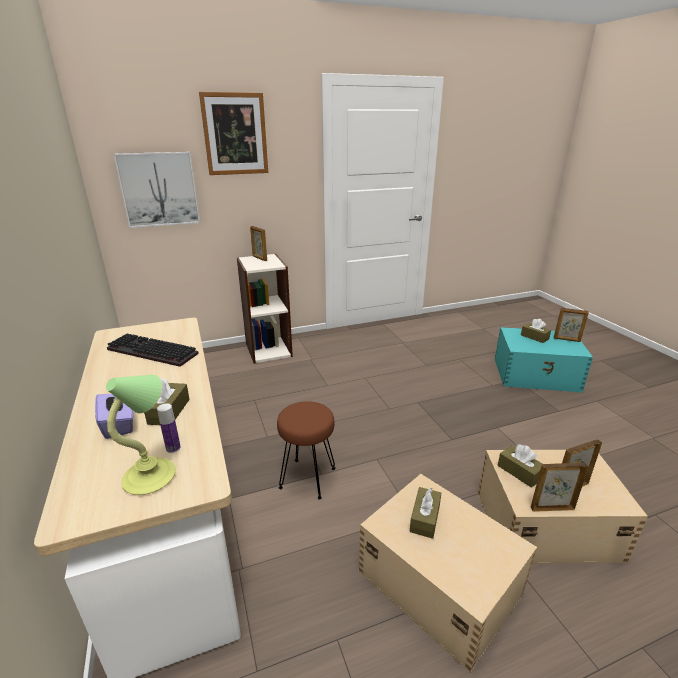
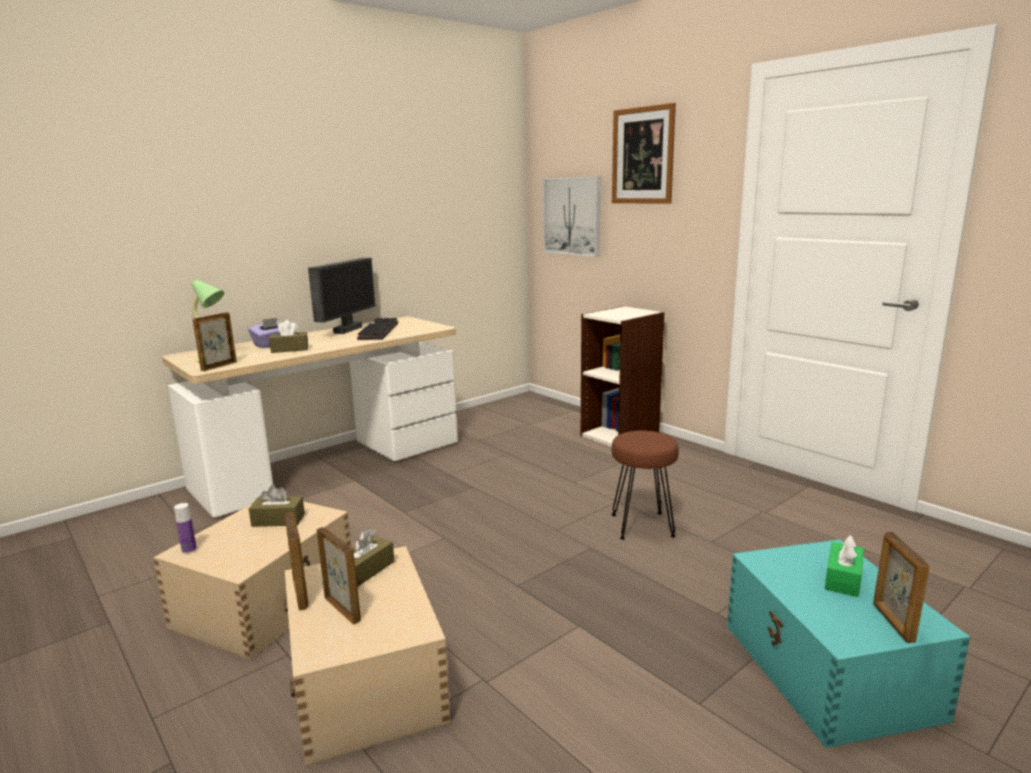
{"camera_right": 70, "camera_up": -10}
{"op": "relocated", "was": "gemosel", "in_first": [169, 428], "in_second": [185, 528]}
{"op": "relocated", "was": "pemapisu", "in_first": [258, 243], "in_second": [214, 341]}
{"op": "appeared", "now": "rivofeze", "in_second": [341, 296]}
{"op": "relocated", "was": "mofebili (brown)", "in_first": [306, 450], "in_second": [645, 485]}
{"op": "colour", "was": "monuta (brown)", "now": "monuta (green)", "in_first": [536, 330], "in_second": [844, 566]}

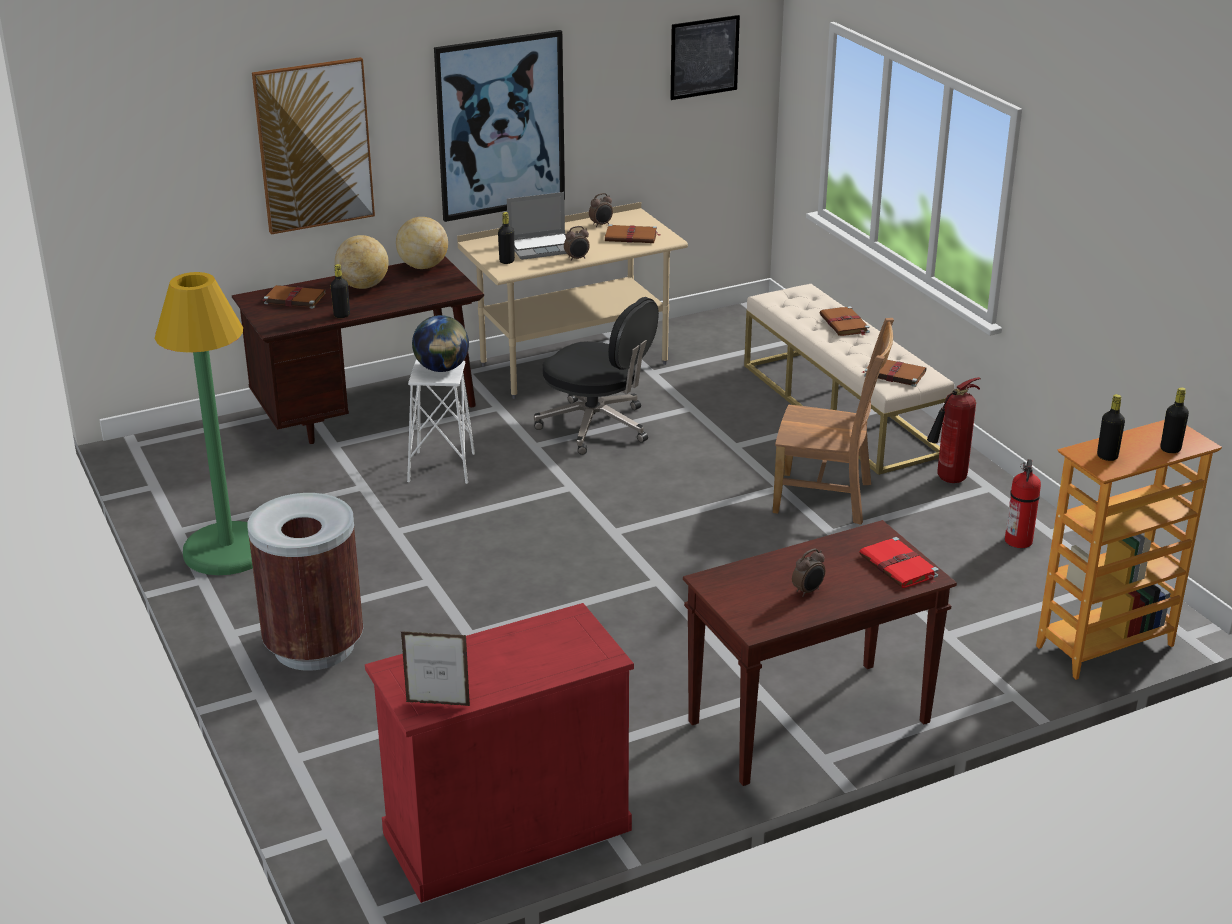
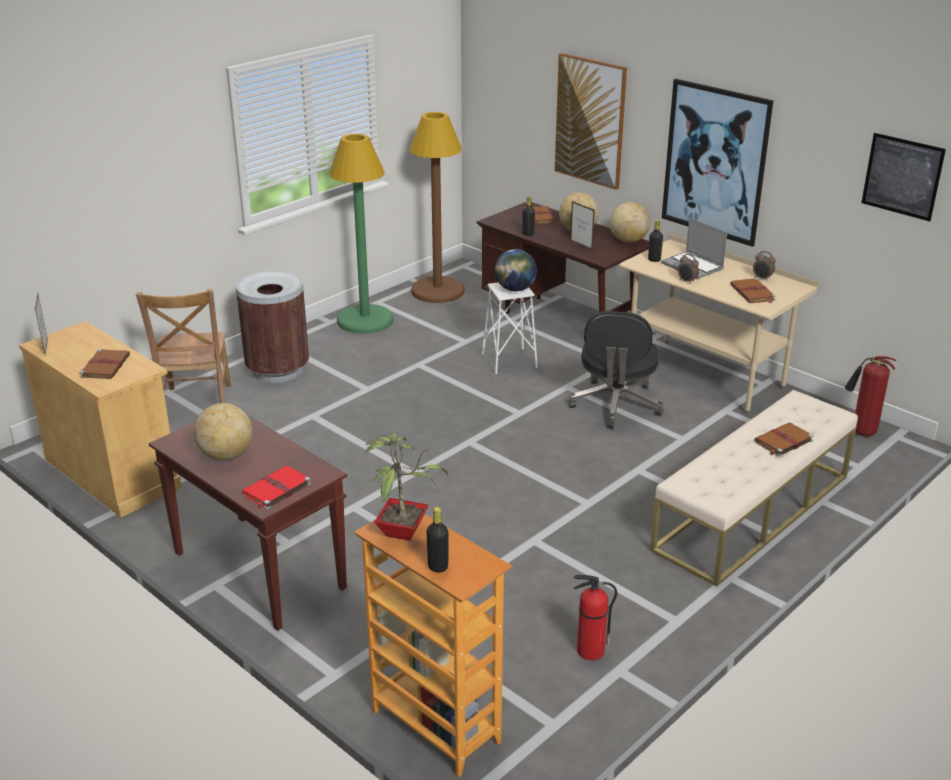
{"camera_right": 70, "camera_up": 0}
{"op": "colour", "was": "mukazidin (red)", "now": "mukazidin (beige)", "in_first": [499, 753], "in_second": [100, 419]}
{"op": "relocated", "was": "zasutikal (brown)", "in_first": [893, 373], "in_second": [104, 364]}
{"op": "relocated", "was": "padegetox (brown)", "in_first": [833, 421], "in_second": [183, 346]}
{"op": "exchanged", "was": "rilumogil", "now": "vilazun", "in_first": [808, 573], "in_second": [223, 431]}
{"op": "exchanged", "was": "gemosel (black)", "now": "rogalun", "in_first": [1111, 427], "in_second": [406, 487]}
{"op": "appeared", "now": "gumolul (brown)", "in_second": [437, 207]}
{"op": "appeared", "now": "pemapisu", "in_second": [582, 225]}
{"op": "relocated", "was": "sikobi", "in_first": [954, 430], "in_second": [870, 396]}

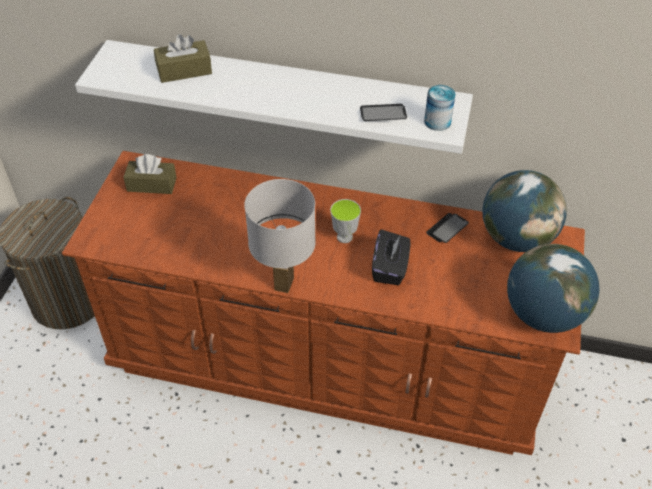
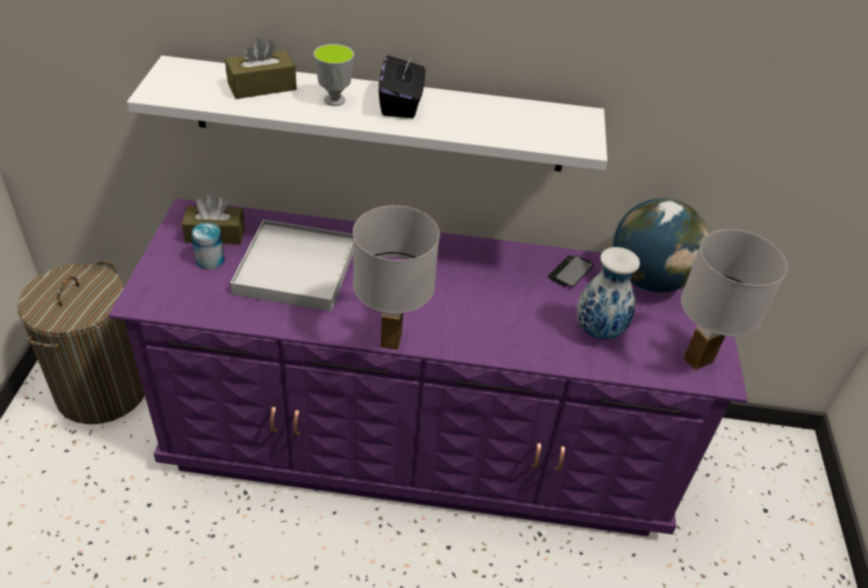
{"camera_right": -10, "camera_up": -5}
{"op": "colour", "was": "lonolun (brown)", "now": "lonolun (purple)", "in_first": [323, 303], "in_second": [428, 367]}
{"op": "relocated", "was": "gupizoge", "in_first": [440, 108], "in_second": [208, 246]}
{"op": "appeared", "now": "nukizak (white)", "in_second": [291, 265]}
{"op": "relocated", "was": "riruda", "in_first": [345, 221], "in_second": [334, 75]}
{"op": "relocated", "was": "monuta (black)", "in_first": [391, 257], "in_second": [402, 86]}
{"op": "appeared", "now": "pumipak", "in_second": [608, 293]}
{"op": "exchanged", "was": "vilazun", "now": "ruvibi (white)", "in_first": [553, 288], "in_second": [734, 299]}
{"op": "missing", "was": "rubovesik", "in_first": [383, 112]}

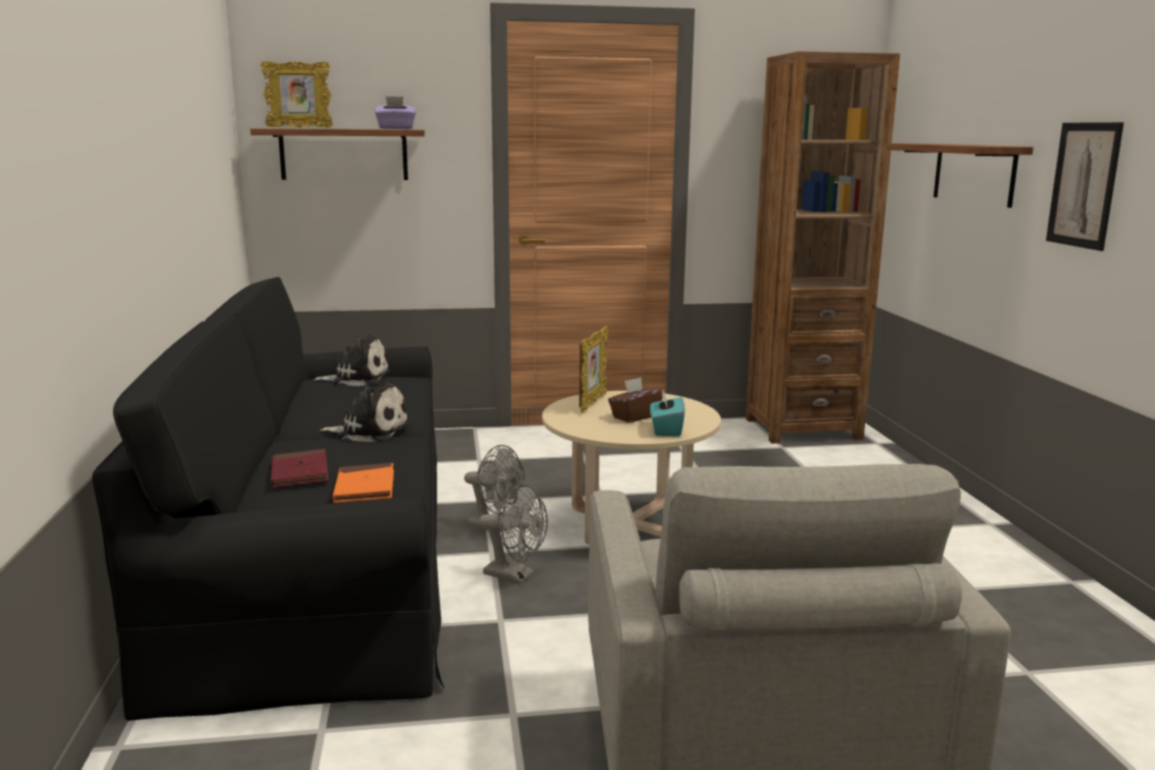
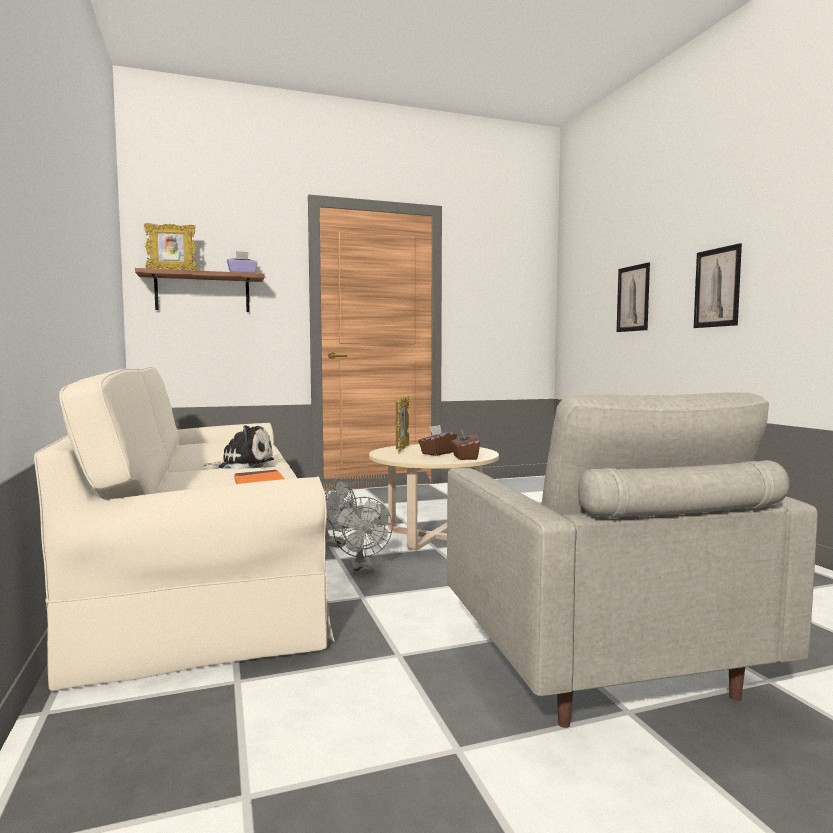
{"camera_right": -10, "camera_up": -10}
{"op": "colour", "was": "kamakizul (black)", "now": "kamakizul (beige)", "in_first": [268, 499], "in_second": [184, 529]}
{"op": "spun", "was": "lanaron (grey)", "in_first": [513, 534], "in_second": [363, 536], "clockwise": 60}
{"op": "colour", "was": "monuta (turquoise)", "now": "monuta (brown)", "in_first": [667, 413], "in_second": [465, 445]}
{"op": "exchanged", "was": "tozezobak", "now": "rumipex", "in_first": [960, 175], "in_second": [633, 297]}
{"op": "missing", "was": "zasutikal (red)", "in_first": [300, 468]}
{"op": "missing", "was": "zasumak", "in_first": [351, 360]}
{"op": "missing", "was": "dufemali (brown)", "in_first": [823, 247]}

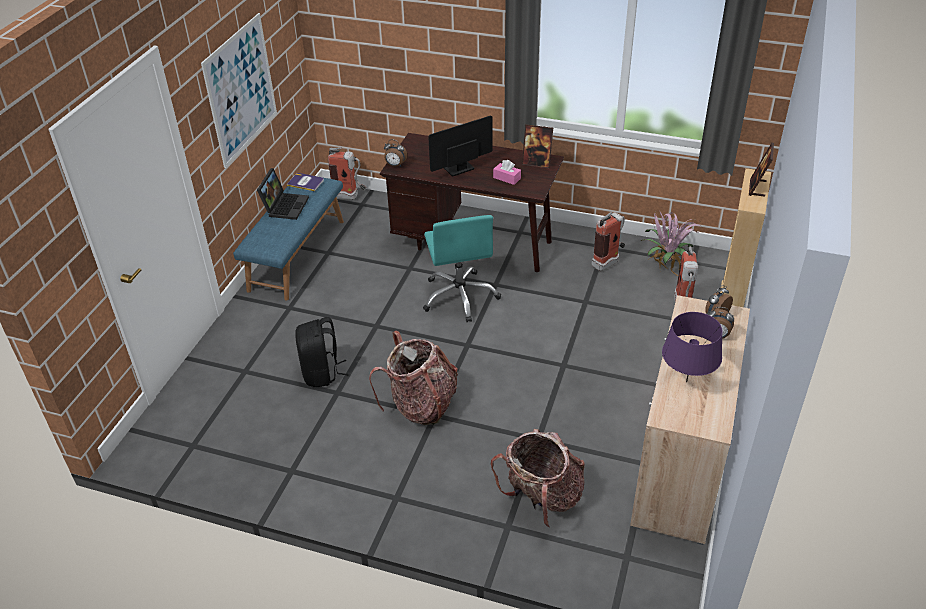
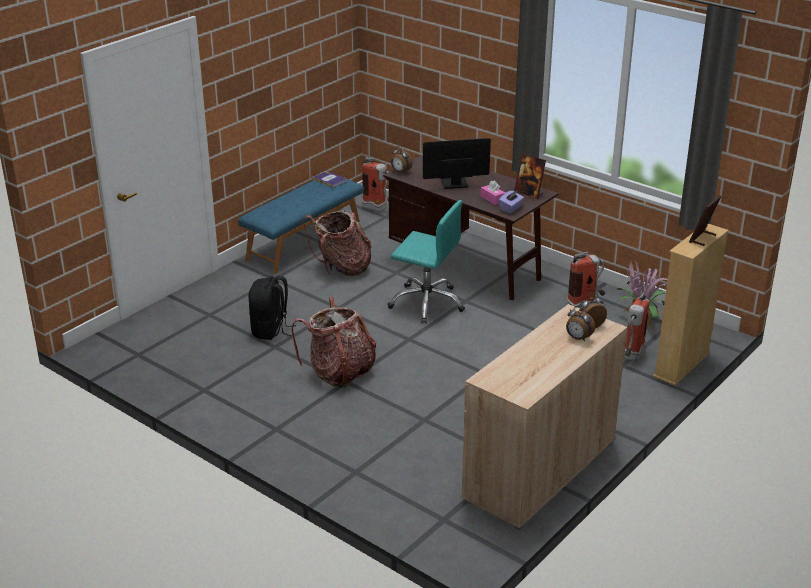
{"camera_right": 20, "camera_up": -10}
{"op": "relocated", "was": "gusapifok", "in_first": [537, 478], "in_second": [337, 243]}
{"op": "spun", "was": "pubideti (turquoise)", "in_first": [462, 268], "in_second": [426, 262], "clockwise": -75}
{"op": "appeared", "now": "monuta (purple)", "in_second": [511, 201]}
{"op": "missing", "was": "rumipex", "in_first": [239, 90]}
{"op": "missing", "was": "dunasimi", "in_first": [283, 194]}
{"op": "missing", "was": "ruvibi (purple)", "in_first": [692, 347]}

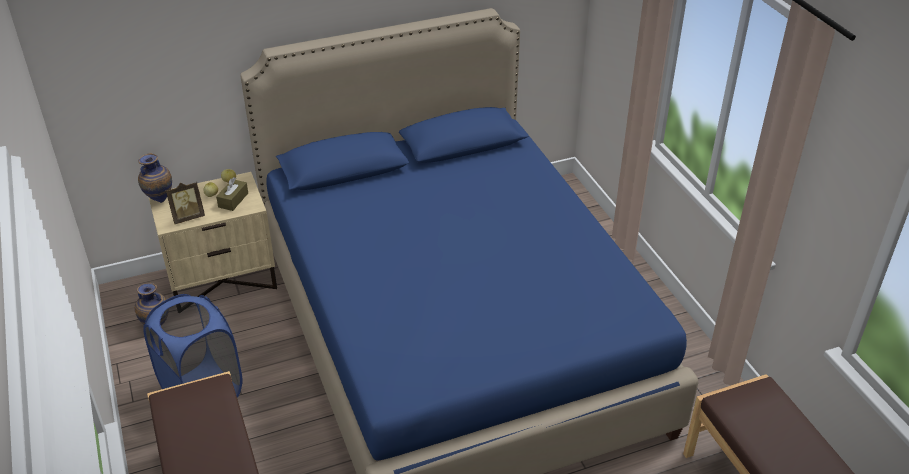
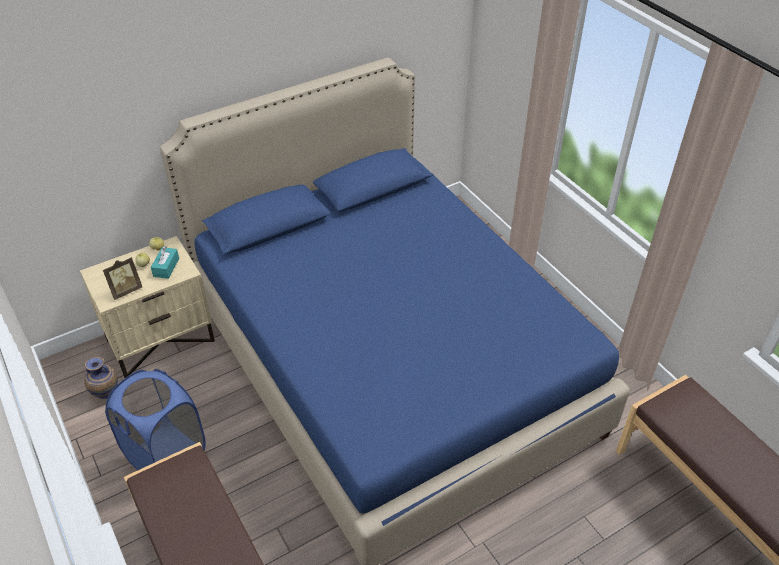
{"camera_right": -10, "camera_up": 5}
{"op": "colour", "was": "monuta (brown)", "now": "monuta (turquoise)", "in_first": [232, 194], "in_second": [165, 262]}
{"op": "missing", "was": "pumipak", "in_first": [155, 178]}

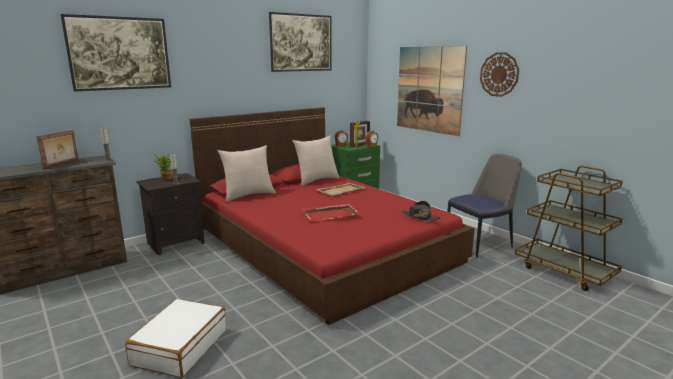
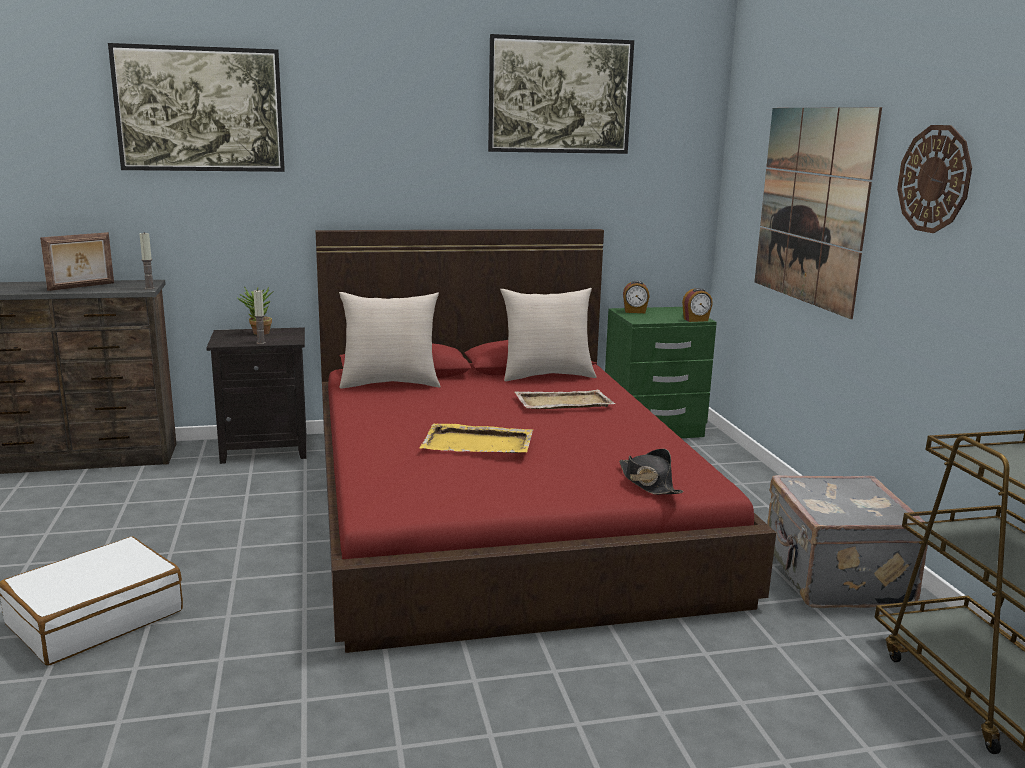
{"camera_right": 25, "camera_up": 0}
{"op": "colour", "was": "nukizak (red)", "now": "nukizak (yellow)", "in_first": [331, 212], "in_second": [476, 438]}
{"op": "exchanged", "was": "padegetox", "now": "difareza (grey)", "in_first": [485, 206], "in_second": [847, 541]}
{"op": "missing", "was": "pemapisu", "in_first": [360, 133]}

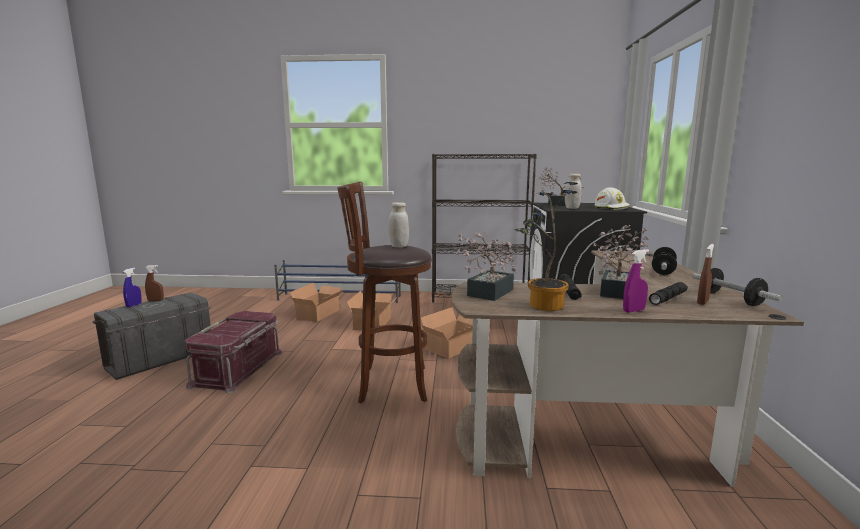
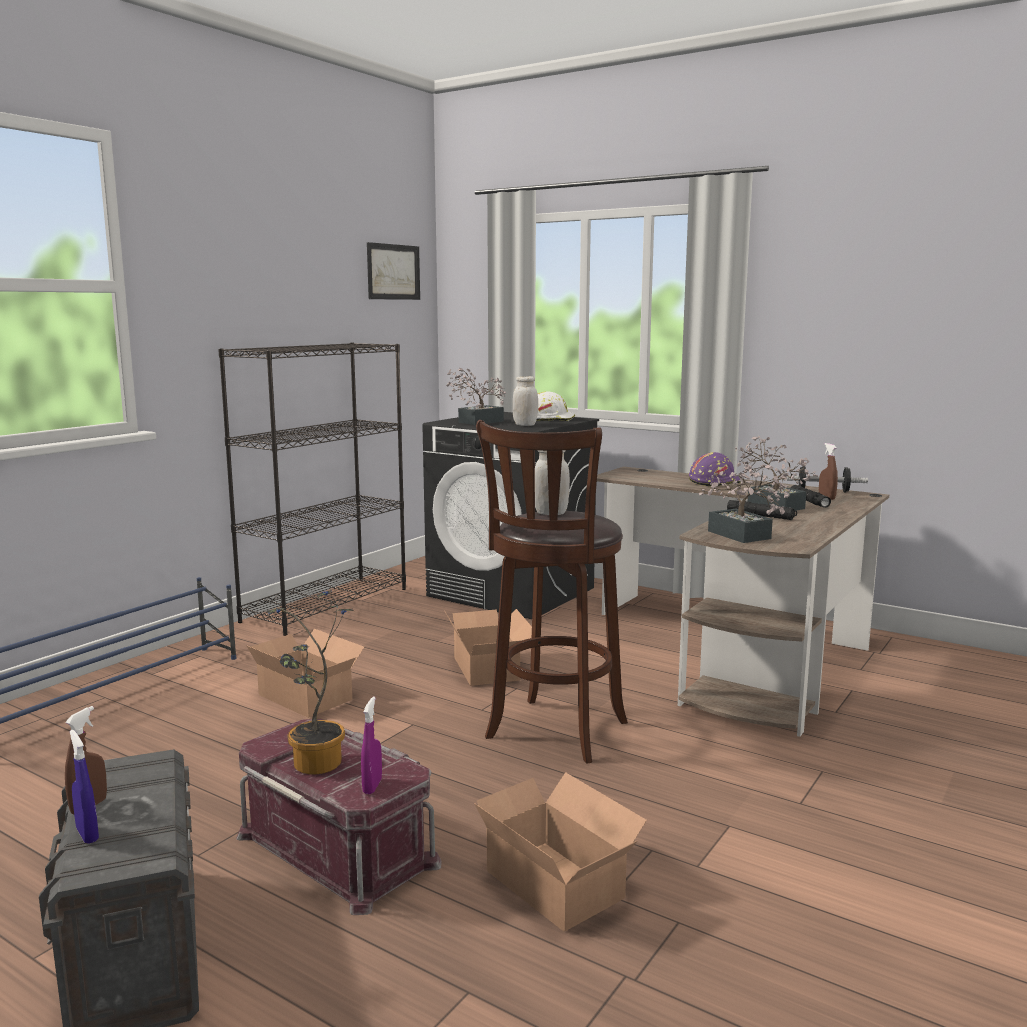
{"camera_right": -60, "camera_up": 0}
{"op": "relocated", "was": "rogalun", "in_first": [546, 246], "in_second": [310, 682]}
{"op": "relocated", "was": "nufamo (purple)", "in_first": [636, 281], "in_second": [371, 745]}
{"op": "appeared", "now": "rumipex", "in_second": [393, 271]}
{"op": "relocated", "was": "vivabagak", "in_first": [317, 302], "in_second": [560, 851]}
{"op": "exchanged", "was": "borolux", "now": "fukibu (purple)", "in_first": [664, 261], "in_second": [715, 469]}

